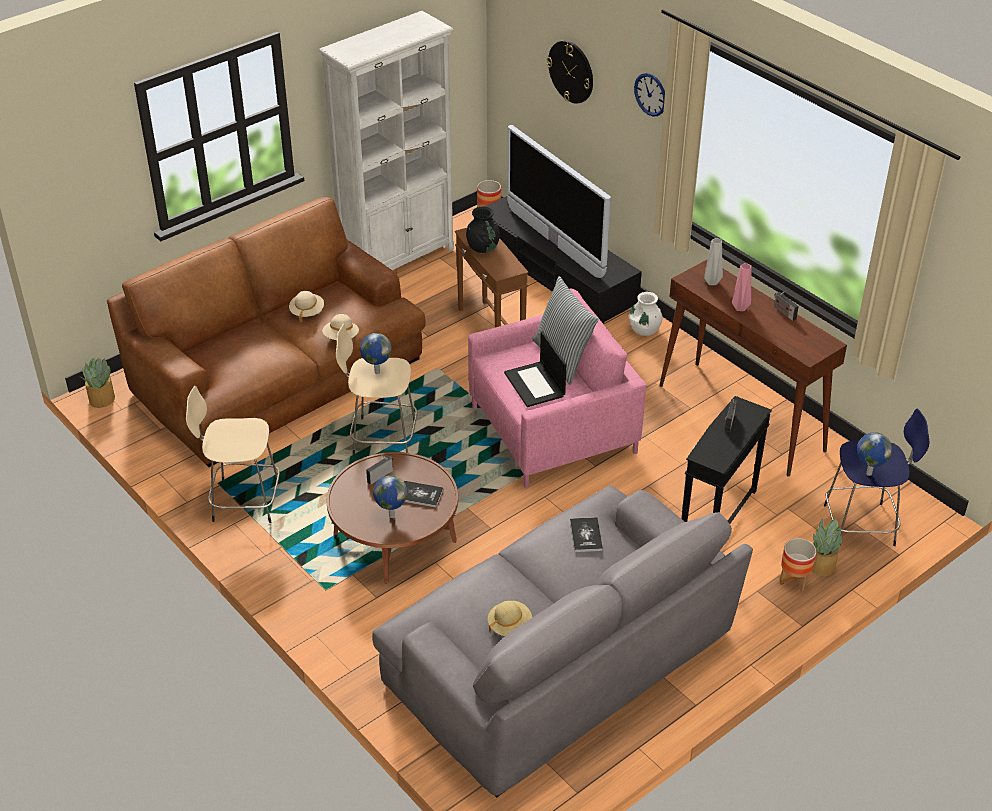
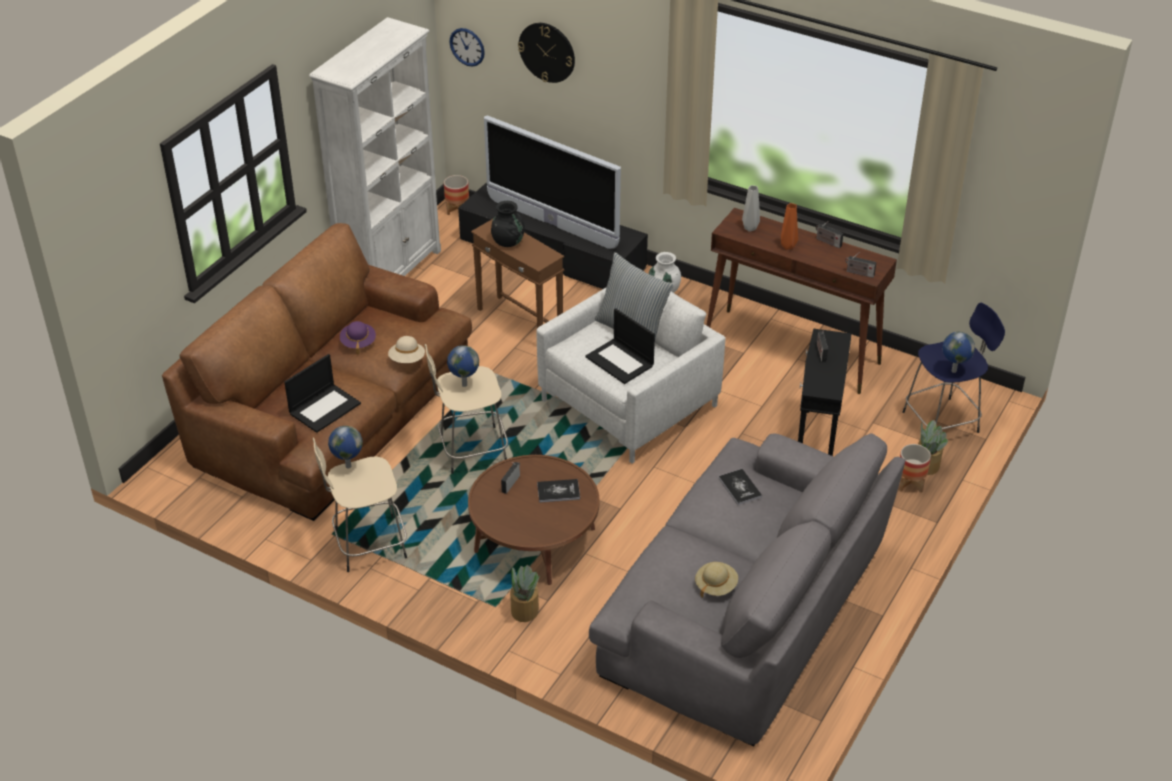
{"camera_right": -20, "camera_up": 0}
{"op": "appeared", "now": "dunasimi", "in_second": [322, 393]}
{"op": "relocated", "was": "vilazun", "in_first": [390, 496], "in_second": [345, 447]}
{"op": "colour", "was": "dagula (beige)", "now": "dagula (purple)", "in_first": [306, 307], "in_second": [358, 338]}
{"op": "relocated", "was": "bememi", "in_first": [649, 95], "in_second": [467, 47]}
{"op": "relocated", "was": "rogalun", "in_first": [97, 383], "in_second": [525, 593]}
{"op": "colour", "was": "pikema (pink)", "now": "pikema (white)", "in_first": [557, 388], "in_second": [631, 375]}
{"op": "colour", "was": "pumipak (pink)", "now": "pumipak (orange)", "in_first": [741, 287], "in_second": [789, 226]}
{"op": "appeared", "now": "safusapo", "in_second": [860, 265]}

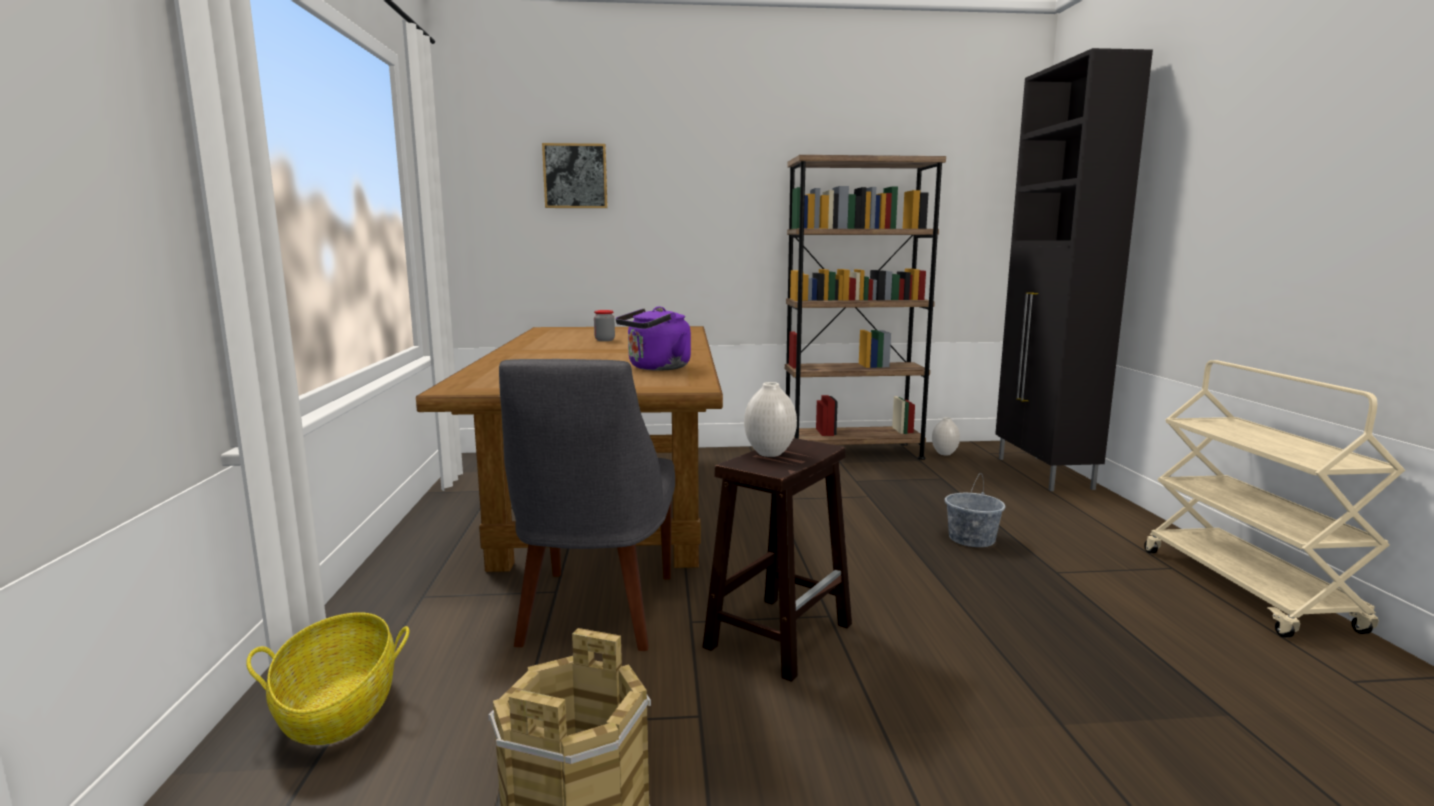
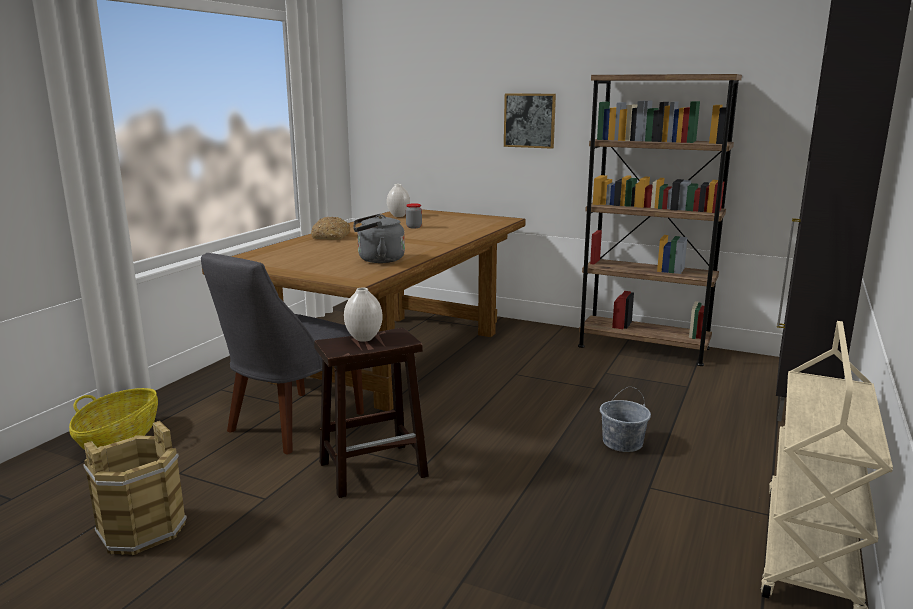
{"camera_right": 30, "camera_up": 5}
{"op": "appeared", "now": "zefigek", "in_second": [330, 228]}
{"op": "colour", "was": "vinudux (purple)", "now": "vinudux (grey)", "in_first": [653, 338], "in_second": [379, 238]}
{"op": "relocated", "was": "pumipak (white)", "in_first": [946, 436], "in_second": [398, 200]}
{"op": "relocated", "was": "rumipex", "in_first": [575, 175], "in_second": [530, 121]}

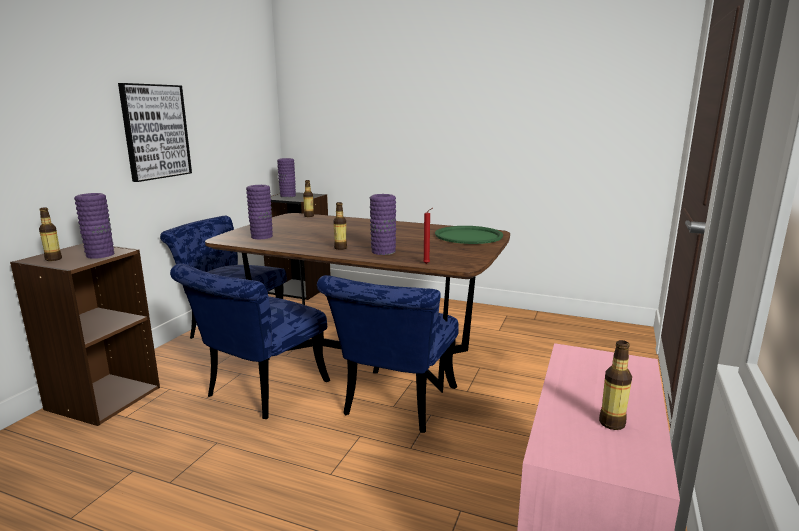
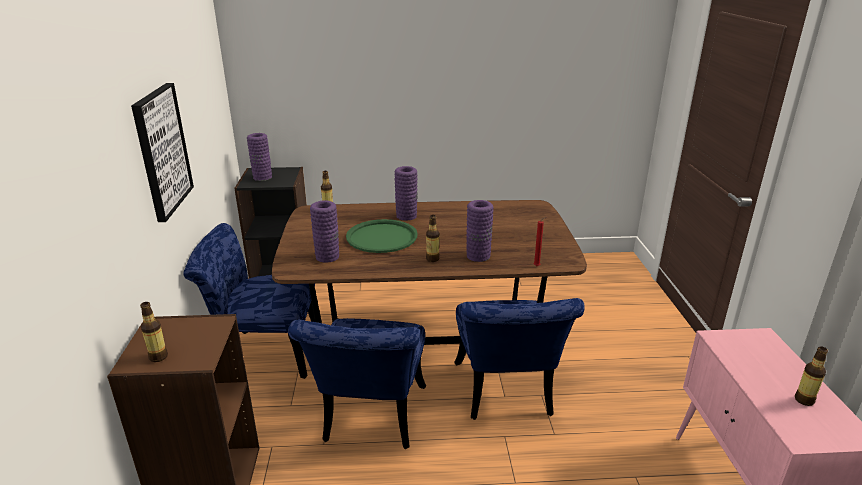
{"camera_right": -25, "camera_up": 10}
{"op": "relocated", "was": "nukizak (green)", "in_first": [469, 235], "in_second": [382, 236]}
{"op": "relocated", "was": "pumipak (purple)", "in_first": [94, 226], "in_second": [406, 193]}

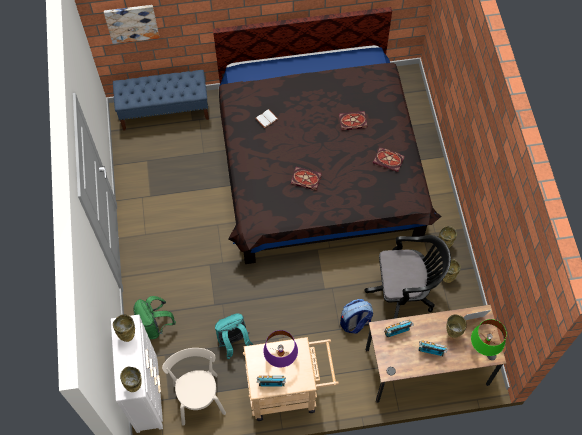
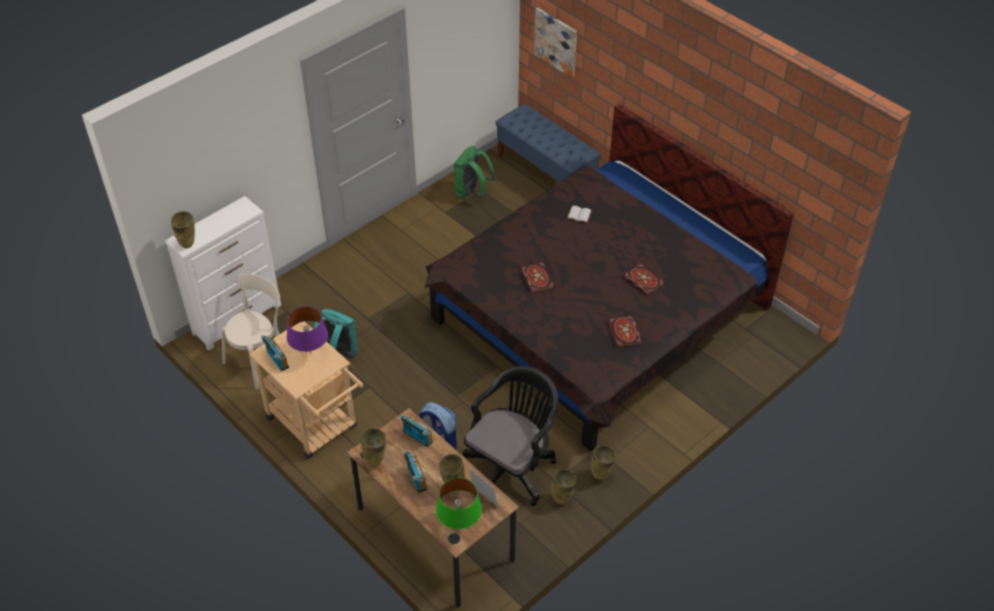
{"camera_right": 55, "camera_up": -15}
{"op": "relocated", "was": "pumipak (beige)", "in_first": [124, 328], "in_second": [373, 448]}
{"op": "relocated", "was": "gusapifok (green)", "in_first": [155, 317], "in_second": [475, 172]}
{"op": "spun", "was": "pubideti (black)", "in_first": [408, 277], "in_second": [510, 436], "clockwise": -105}

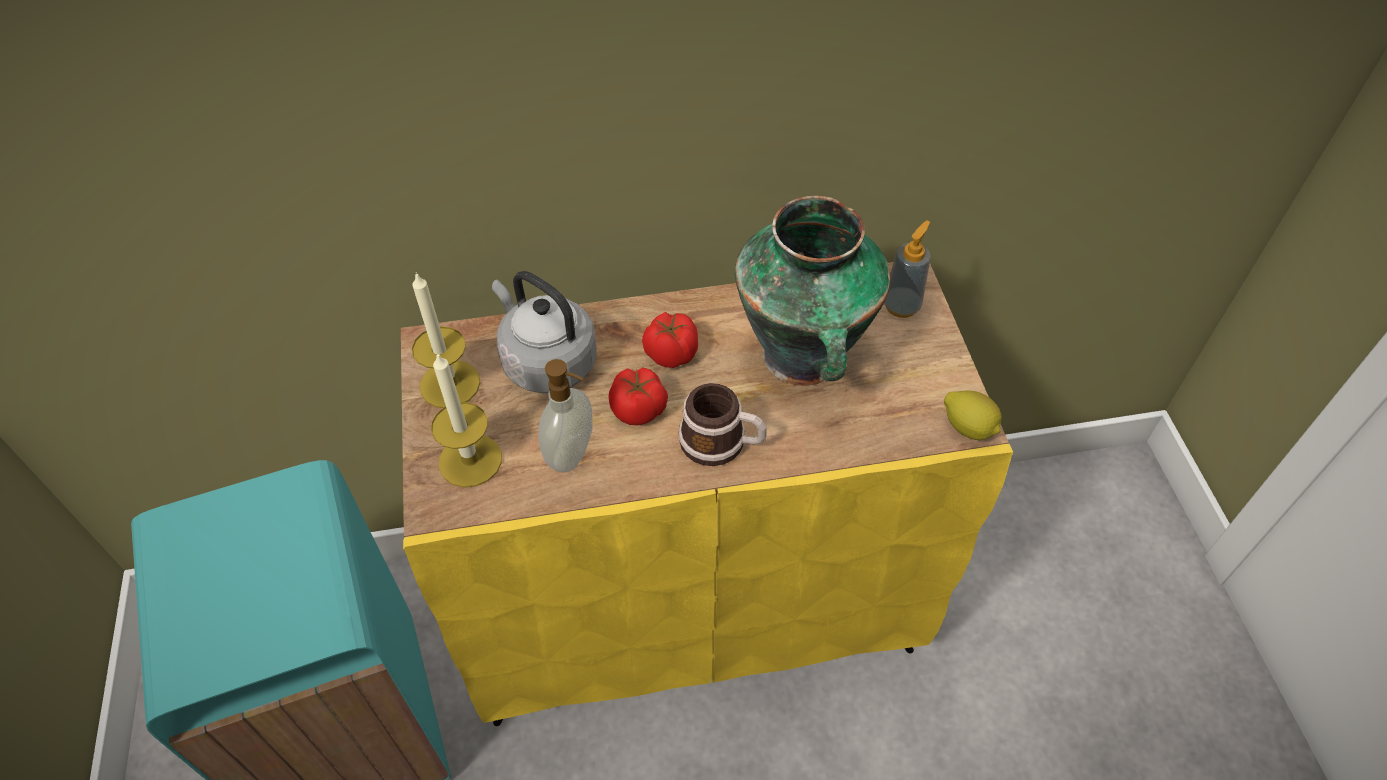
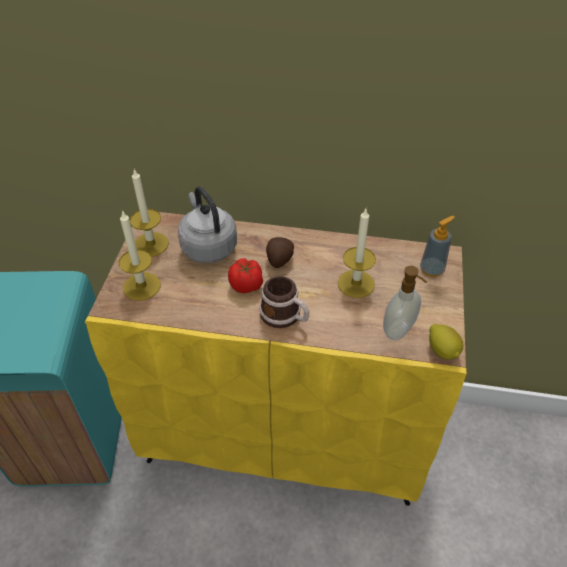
{"camera_right": 20, "camera_up": -5}
{"op": "exchanged", "was": "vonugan", "now": "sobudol", "in_first": [670, 340], "in_second": [280, 252]}
{"op": "exchanged", "was": "pumipak", "now": "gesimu", "in_first": [813, 291], "in_second": [357, 253]}
{"op": "relocated", "was": "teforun", "in_first": [565, 415], "in_second": [405, 303]}

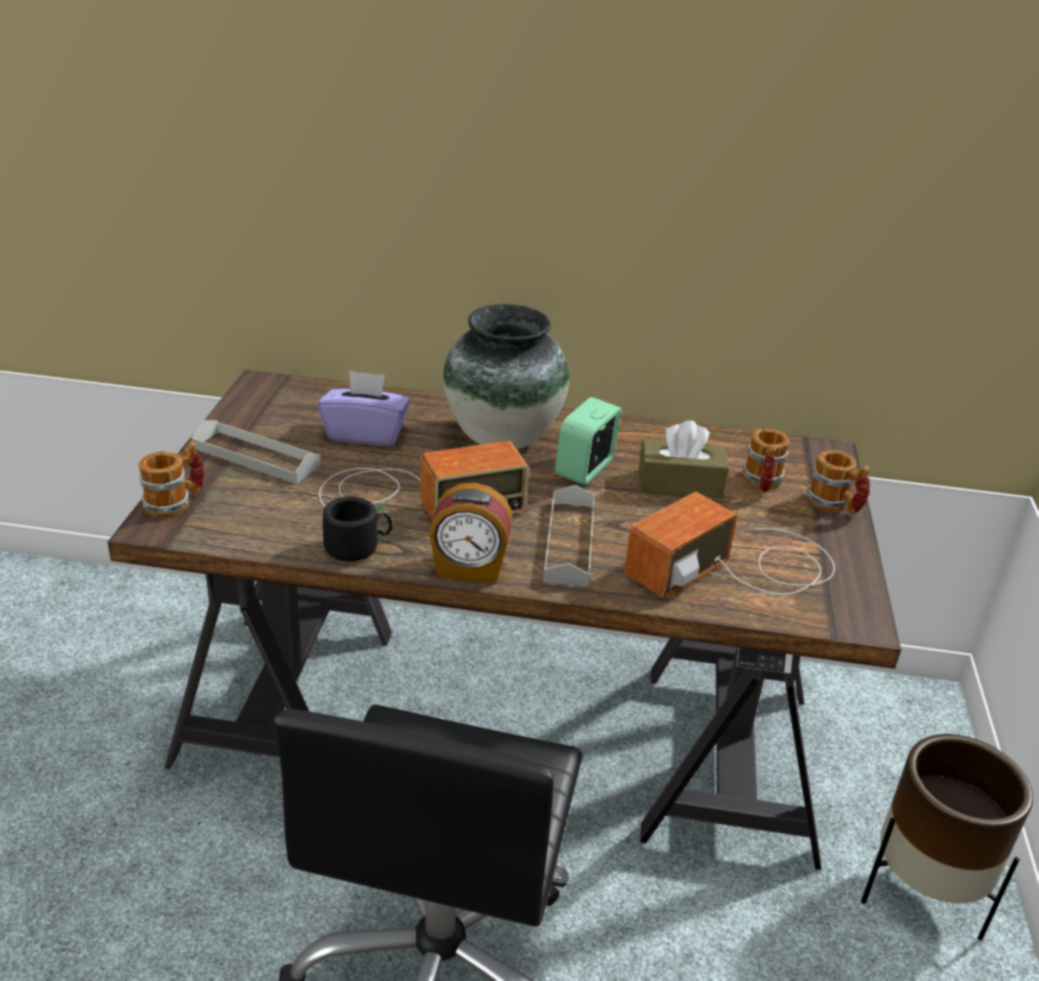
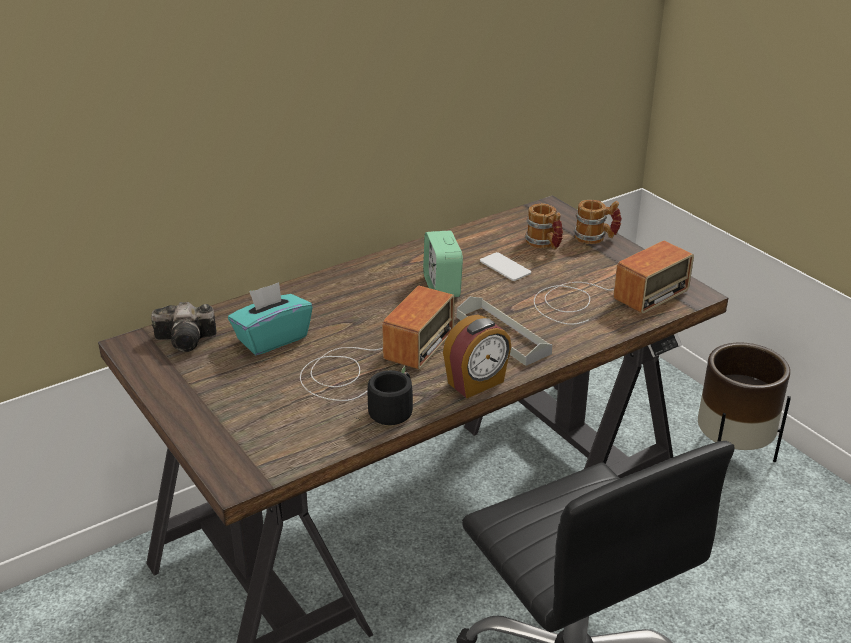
{"camera_right": -40, "camera_up": 0}
{"op": "appeared", "now": "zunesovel", "in_second": [184, 327]}
{"op": "colour", "was": "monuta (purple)", "now": "monuta (turquoise)", "in_first": [364, 408], "in_second": [270, 318]}
{"op": "exchanged", "was": "monuta (brown)", "now": "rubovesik", "in_first": [684, 459], "in_second": [505, 266]}
{"op": "spun", "was": "safusapo", "in_first": [729, 545], "in_second": [614, 283], "clockwise": -135}
{"op": "missing", "was": "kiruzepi", "in_first": [172, 480]}
{"op": "missing", "was": "nukizak (grey)", "in_first": [256, 452]}
{"op": "missing", "was": "pumipak", "in_first": [506, 376]}

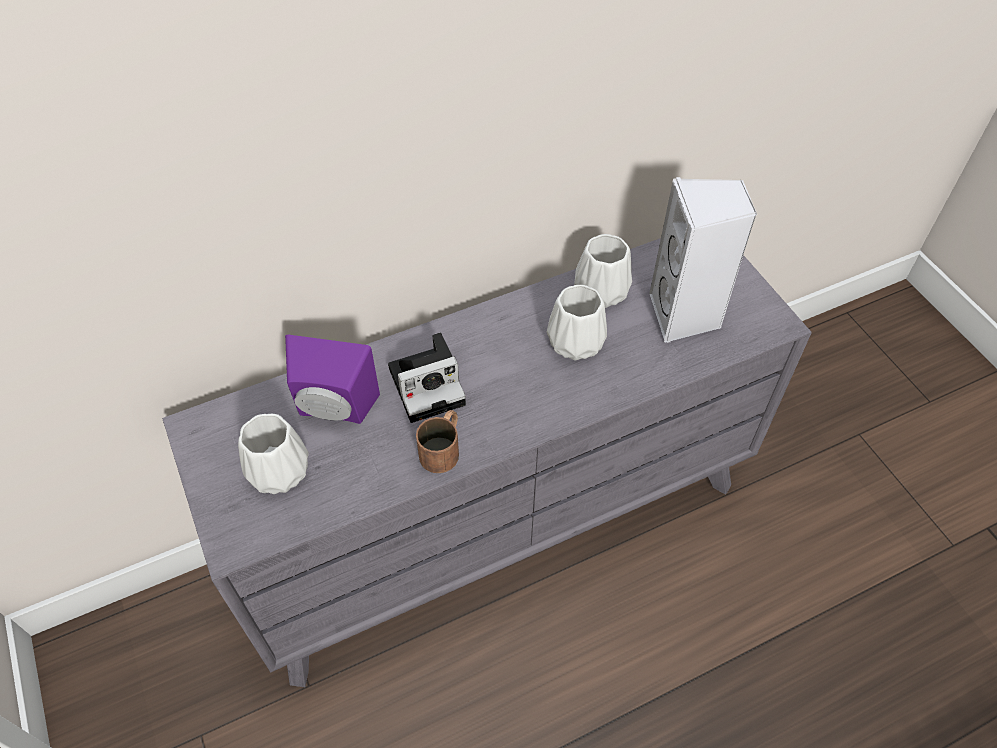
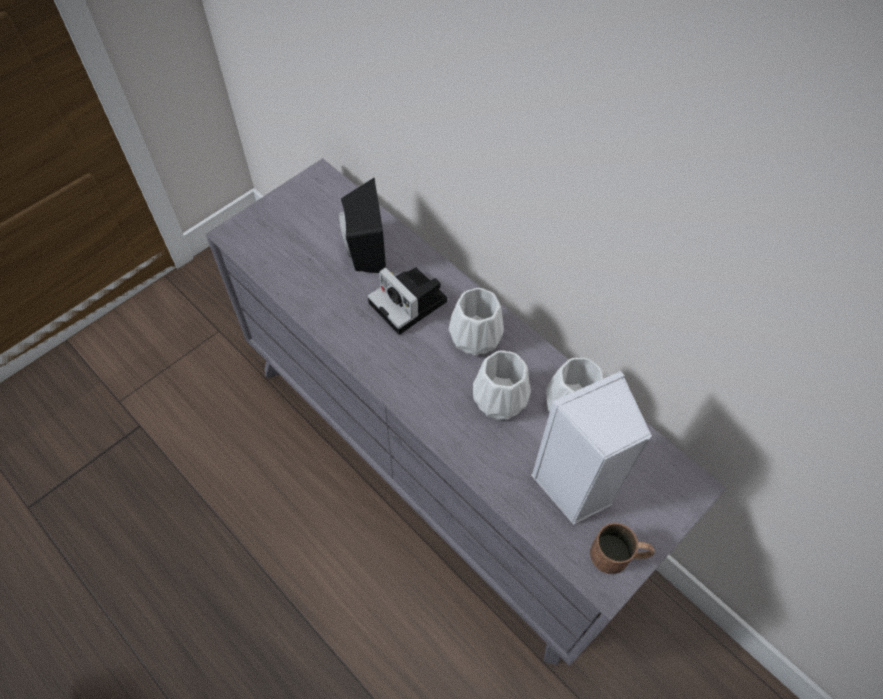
{"camera_right": 70, "camera_up": 5}
{"op": "colour", "was": "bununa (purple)", "now": "bununa (black)", "in_first": [332, 379], "in_second": [362, 225]}
{"op": "relocated", "was": "pumipak (white)", "in_first": [273, 454], "in_second": [476, 322]}
{"op": "relocated", "was": "kiruzepi (brown)", "in_first": [437, 441], "in_second": [622, 548]}

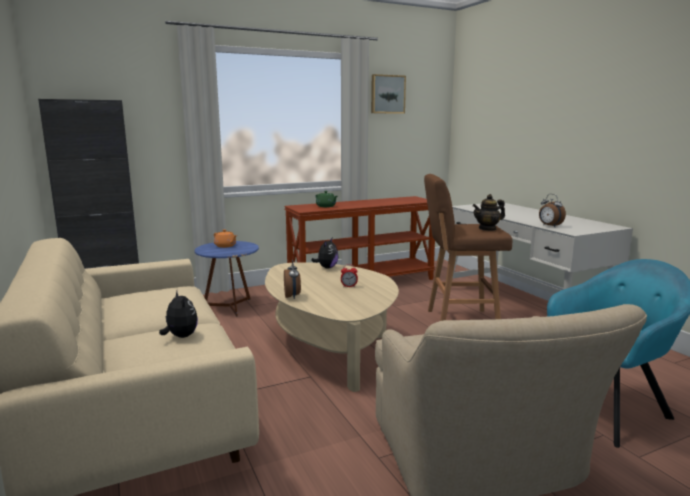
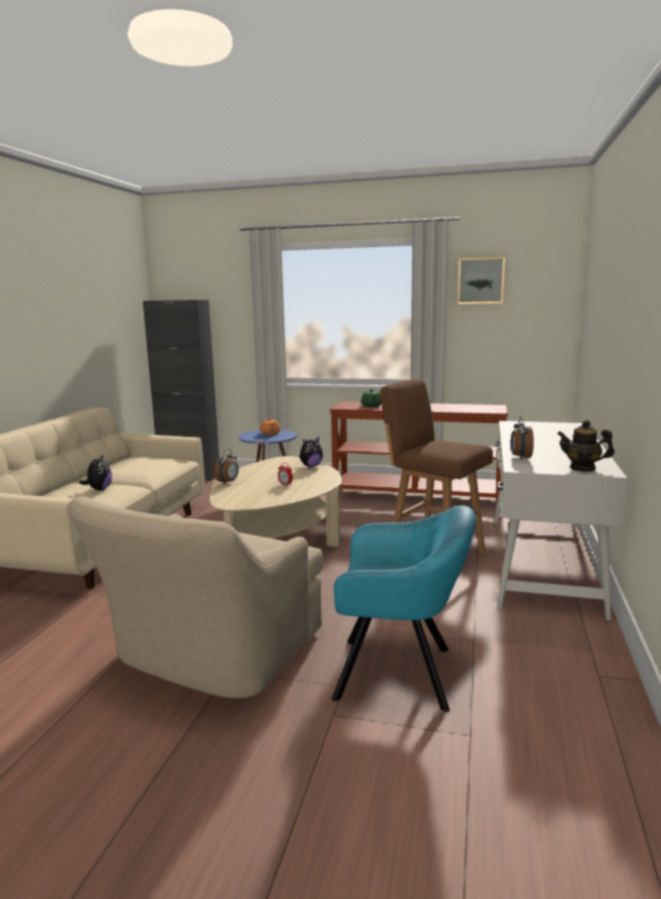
{"camera_right": 40, "camera_up": 0}
{"op": "relocated", "was": "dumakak", "in_first": [489, 212], "in_second": [586, 446]}

